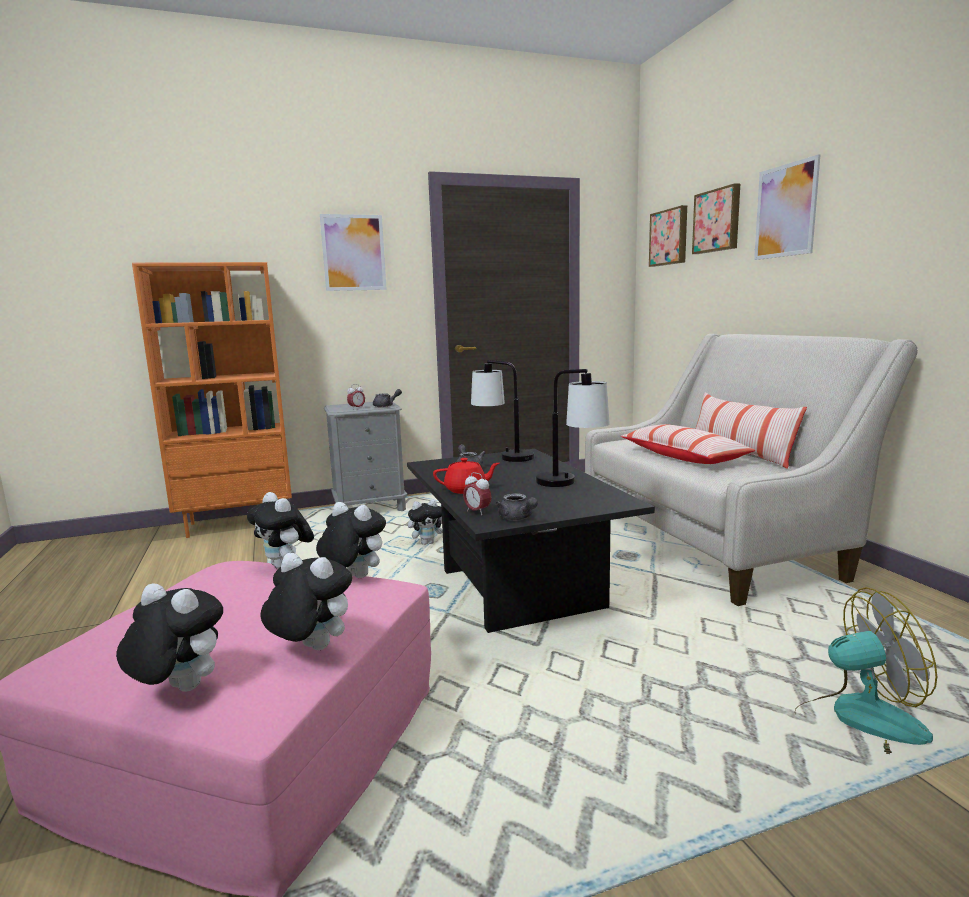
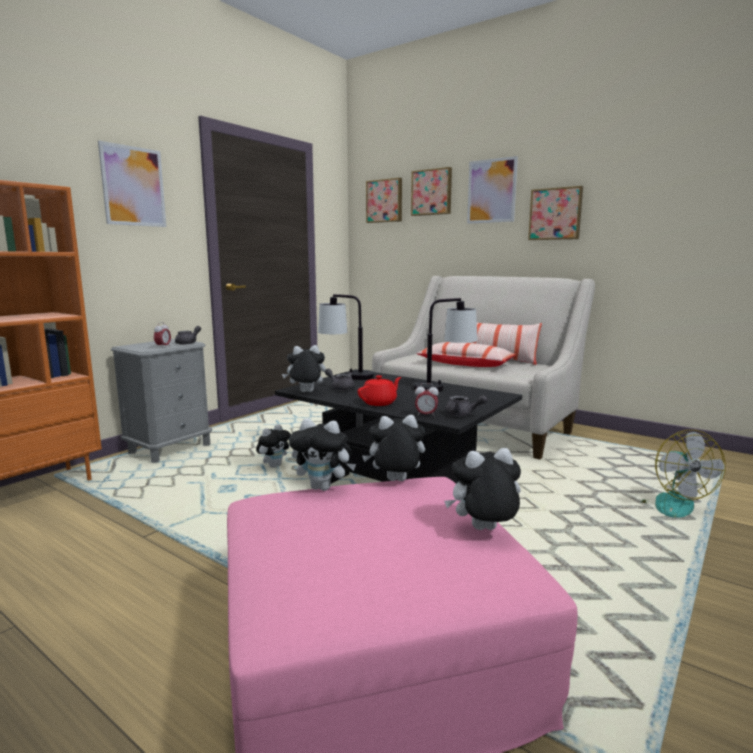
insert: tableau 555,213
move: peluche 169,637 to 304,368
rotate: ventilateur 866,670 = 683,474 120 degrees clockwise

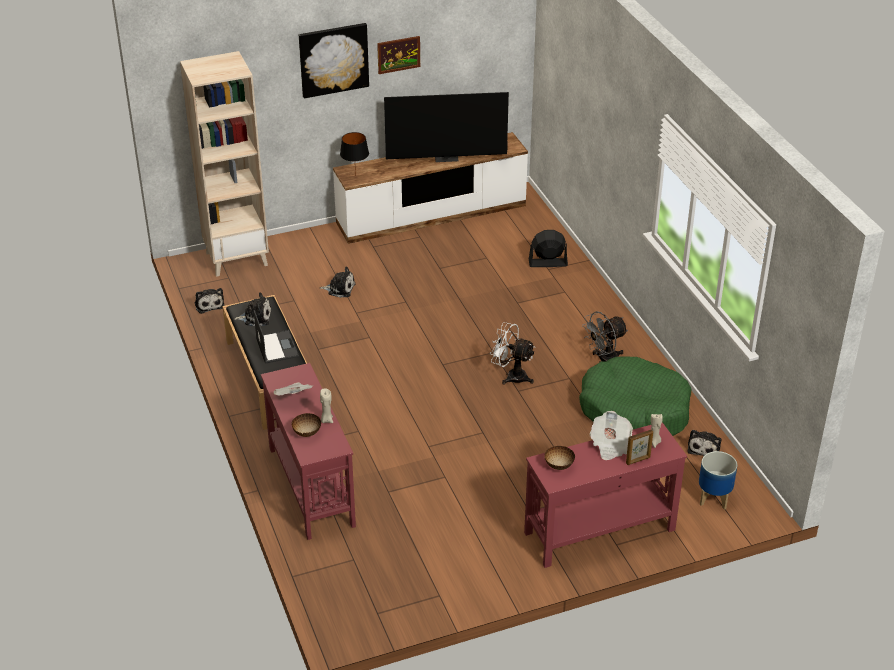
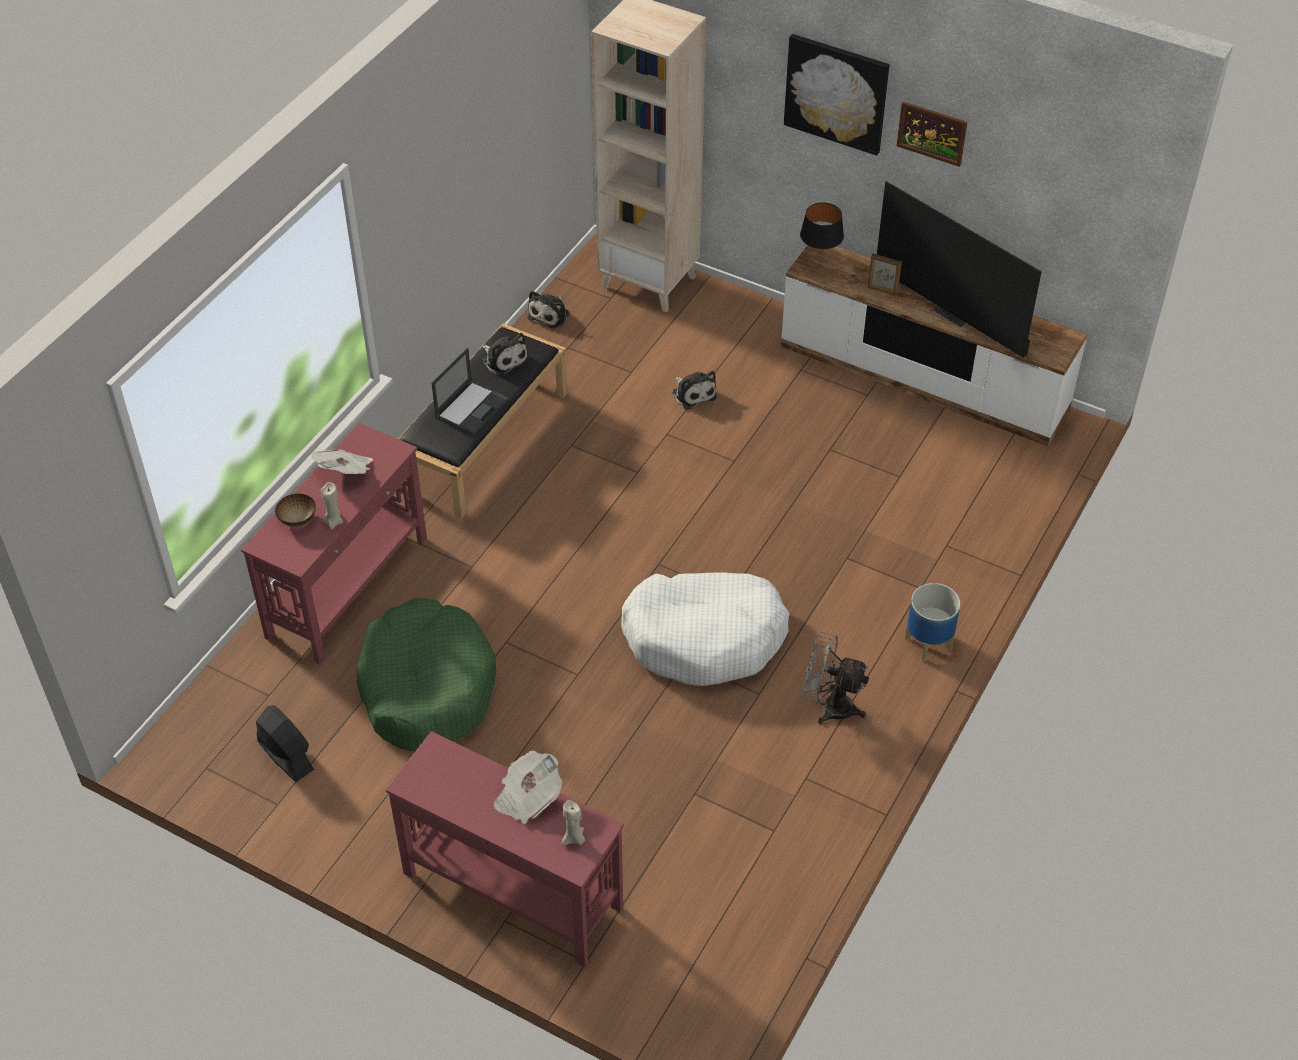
delete: bol 559,458; peluche 704,443
move: ventilateur/noir 548,248 to 285,743; panier pour chien/vert 635,396 to 426,674; cadre photo 639,447 to 885,274; cache-pot 718,480 to 933,622
replace: ventilateur/blanc 512,353 to panier pour chien/blanc 705,629

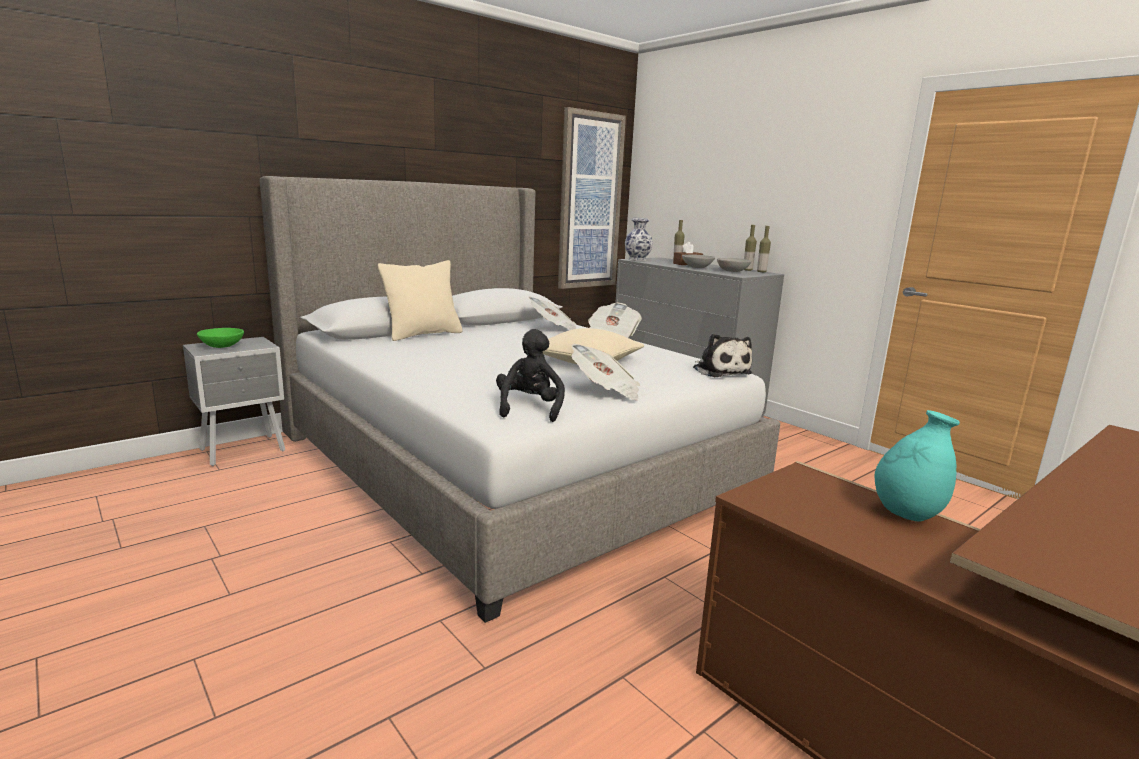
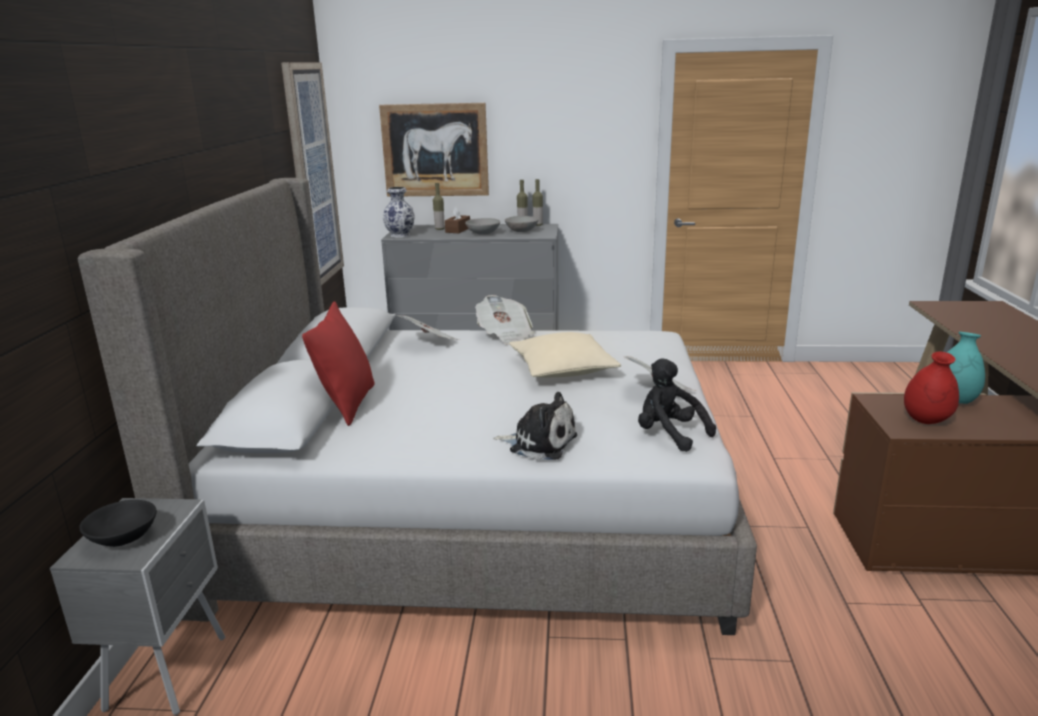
insert: tableau 434,150; vase/rouge 931,387
move: peluche 722,355 to 535,426
recolor: bol/vert 220,338 to bol/noir 118,523; coussin/beige 420,300 to coussin/rouge 338,363

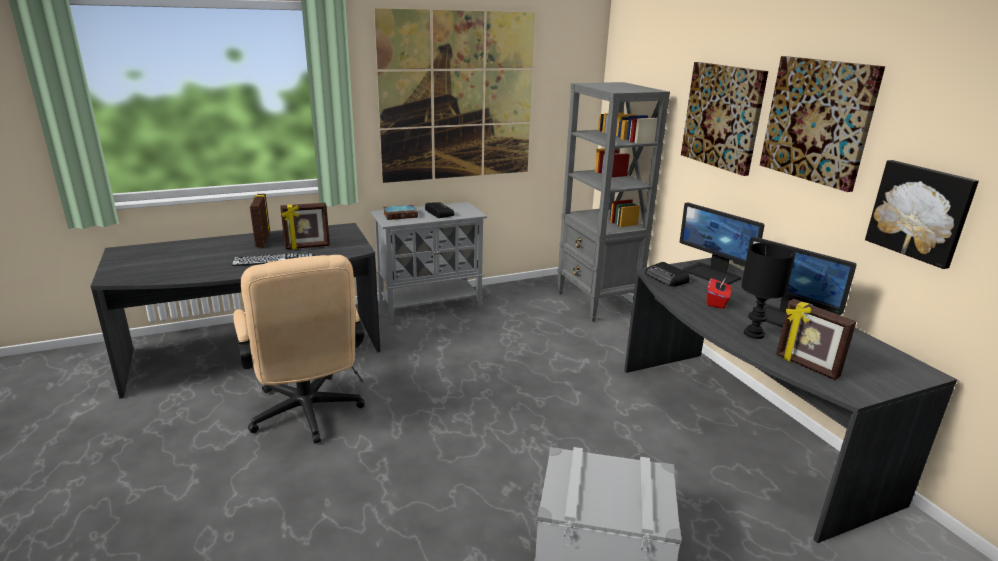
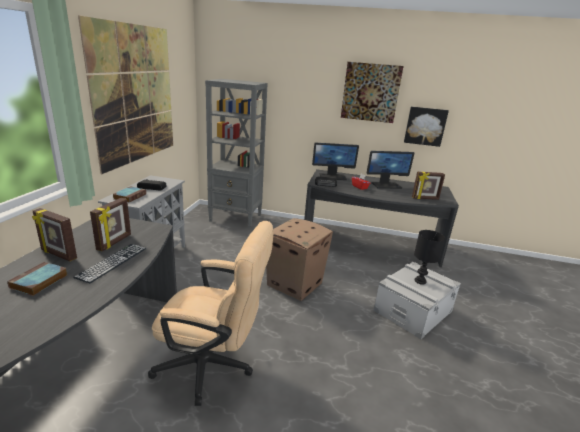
delete: tableau 724,119
insert: livre 37,279; carton 299,259
move: lampe de table/noir 768,291 to 429,257

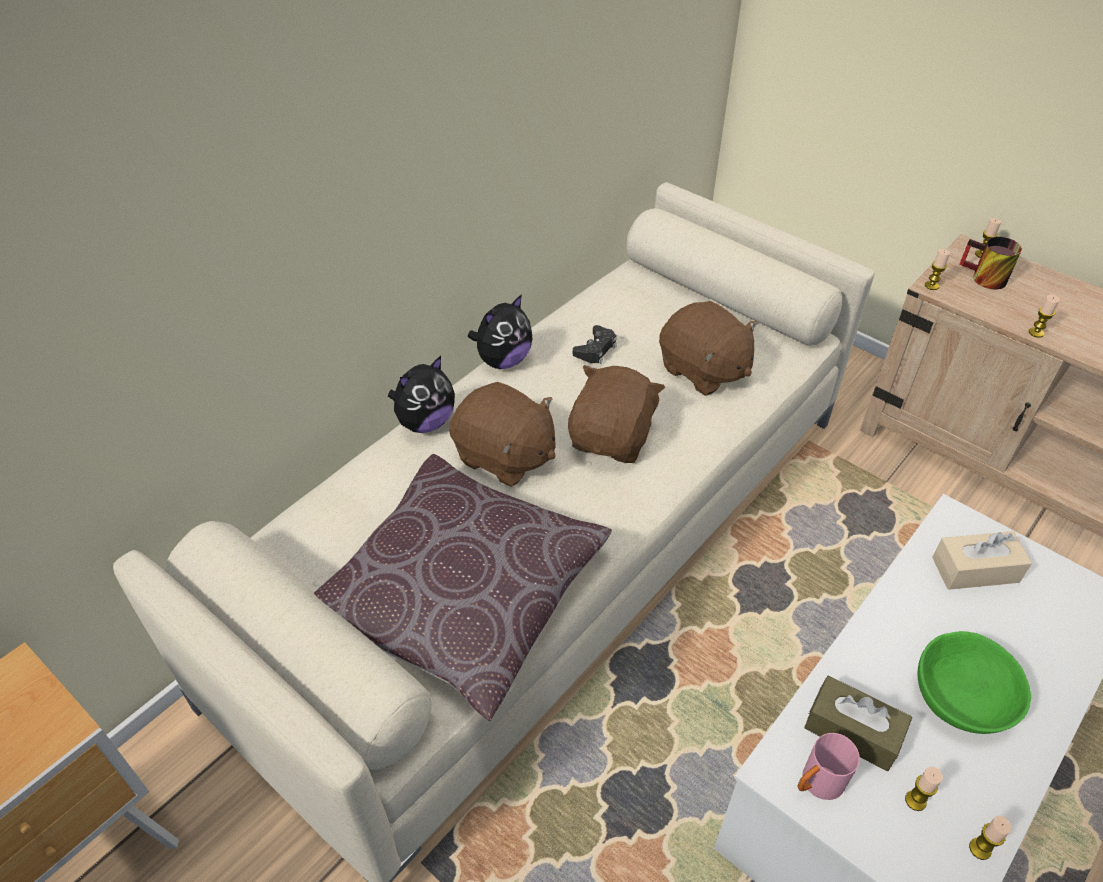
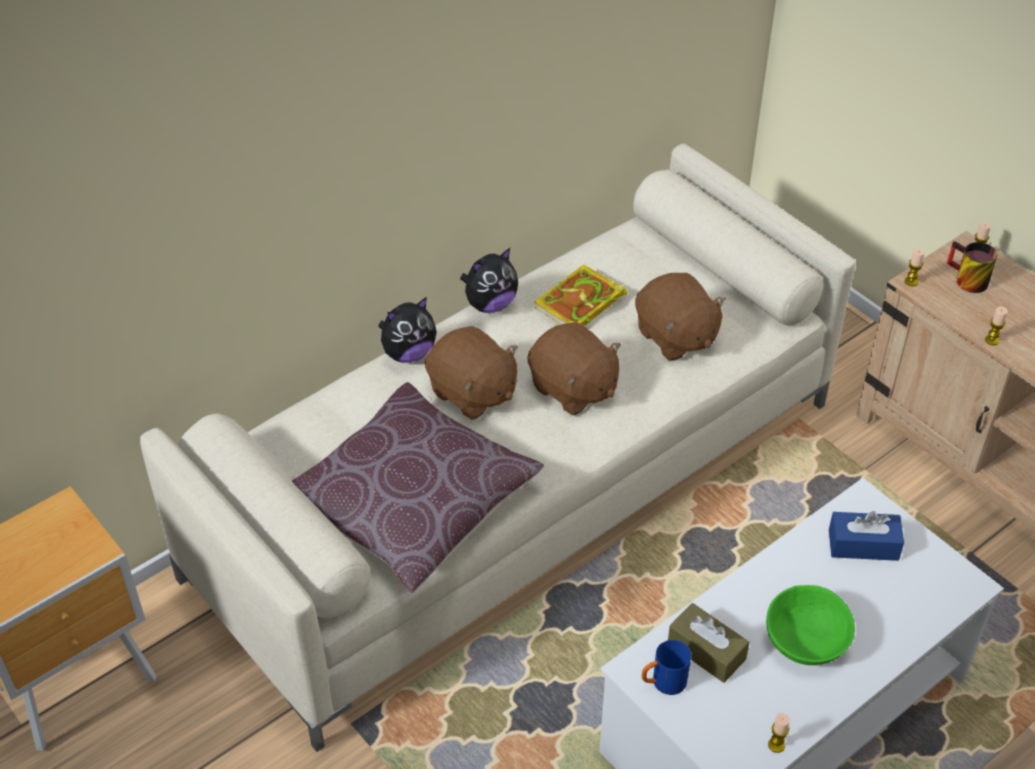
delete: bougie 924,789
replace: manette/noir 595,344 to livre 580,295
recolor: mug/rose 829,766 to mug/bleu 666,667; boîte à mouchoirs/beige 982,560 to boîte à mouchoirs/bleu 866,536
rotate: peluche/marron 616,414 = 574,369 105 degrees clockwise

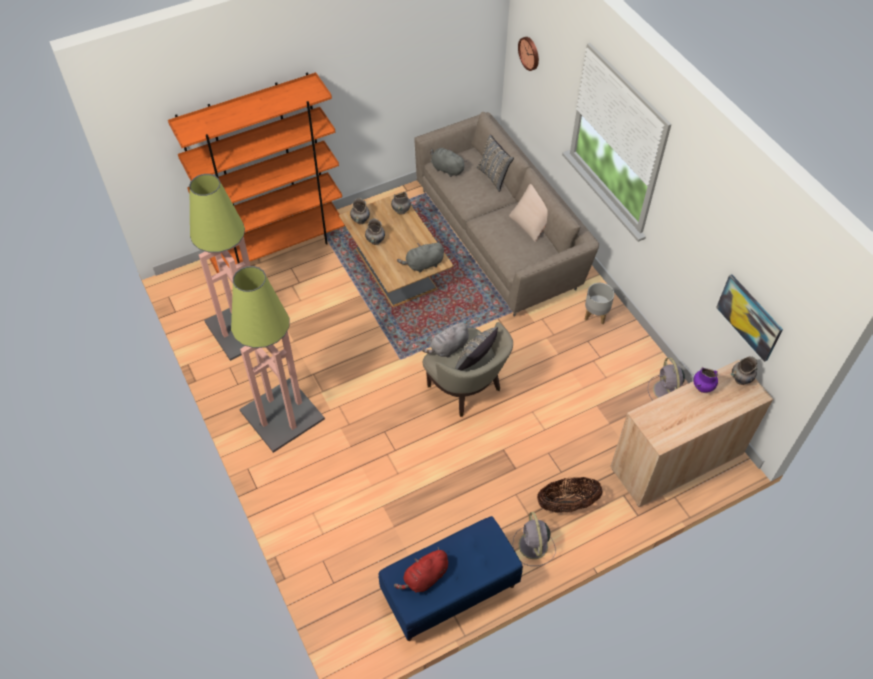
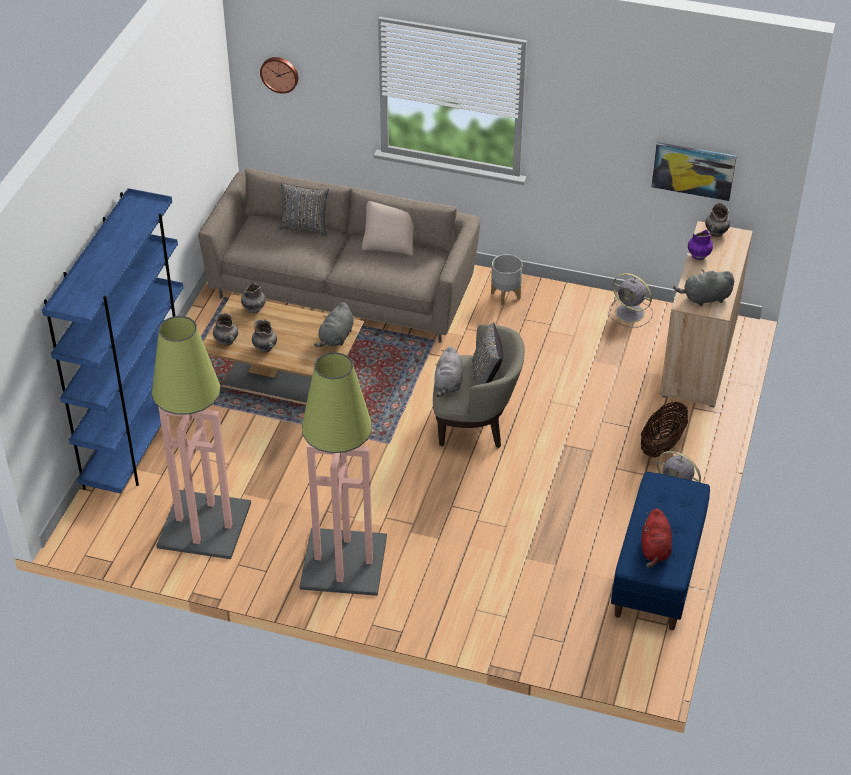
move: peluche/gris 448,162 to 703,287
recolor: bibliothèque/orange 256,172 to bibliothèque/bleu 113,341

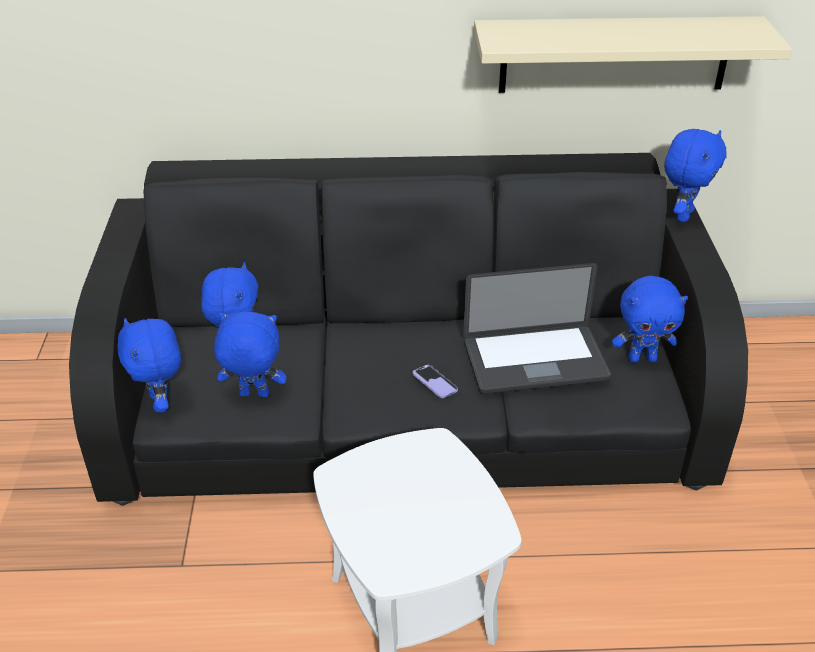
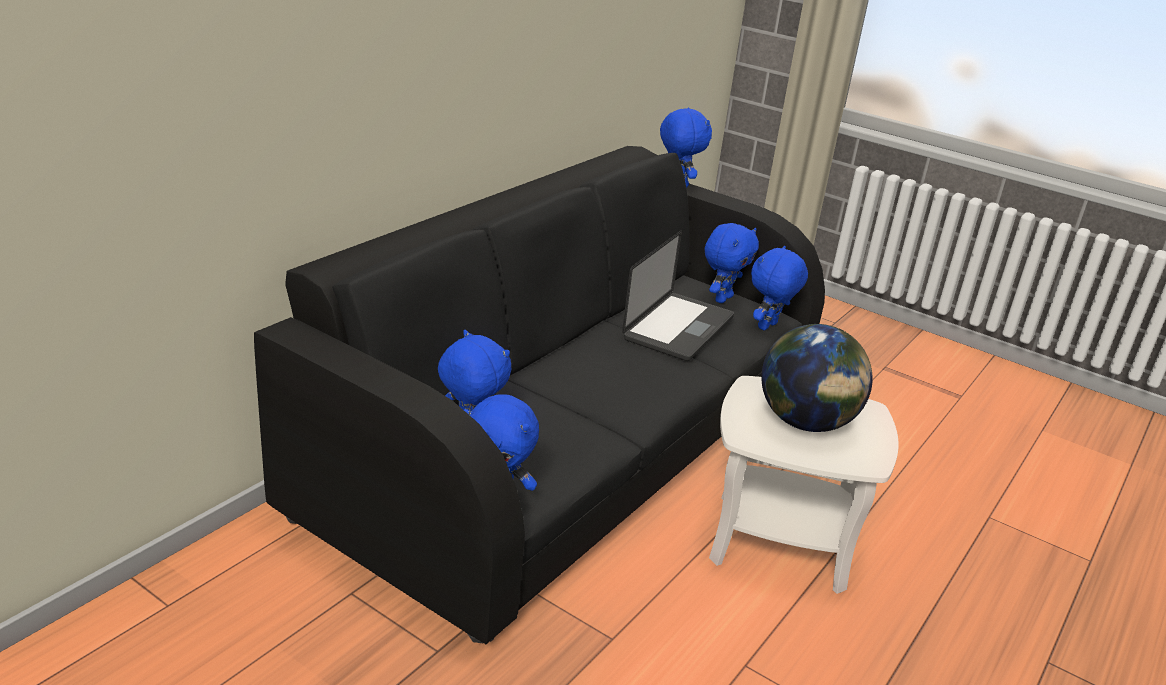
delete: téléphone 435,381; étagère/beige 633,54
insert: globe 817,378
move: peluche/bleu 250,354 to 779,288

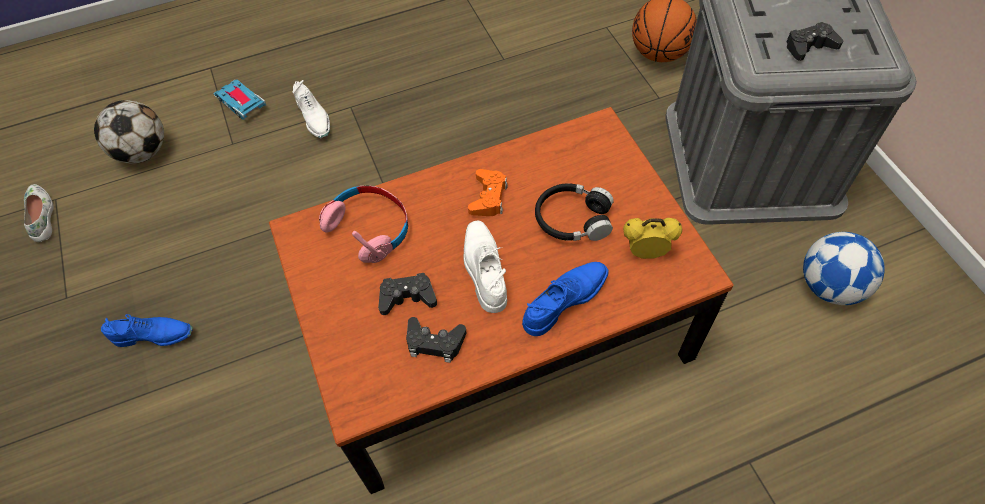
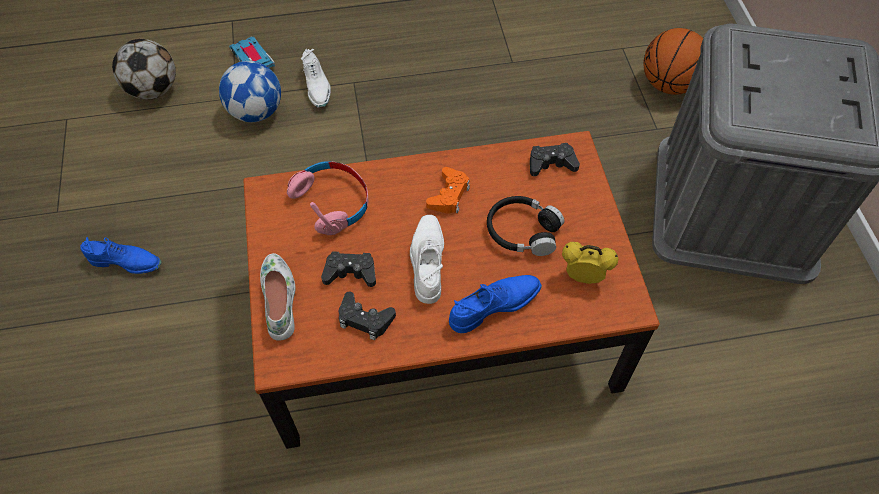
move: ballon de foot 844,268 to 250,91; chaussure/blanc 38,213 to 278,297; manette/noir 814,41 to 555,159

